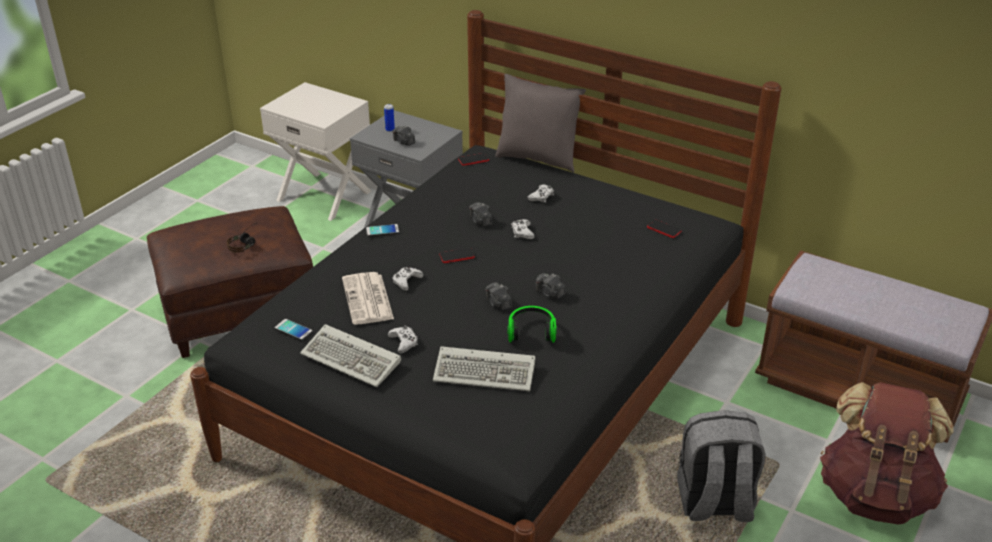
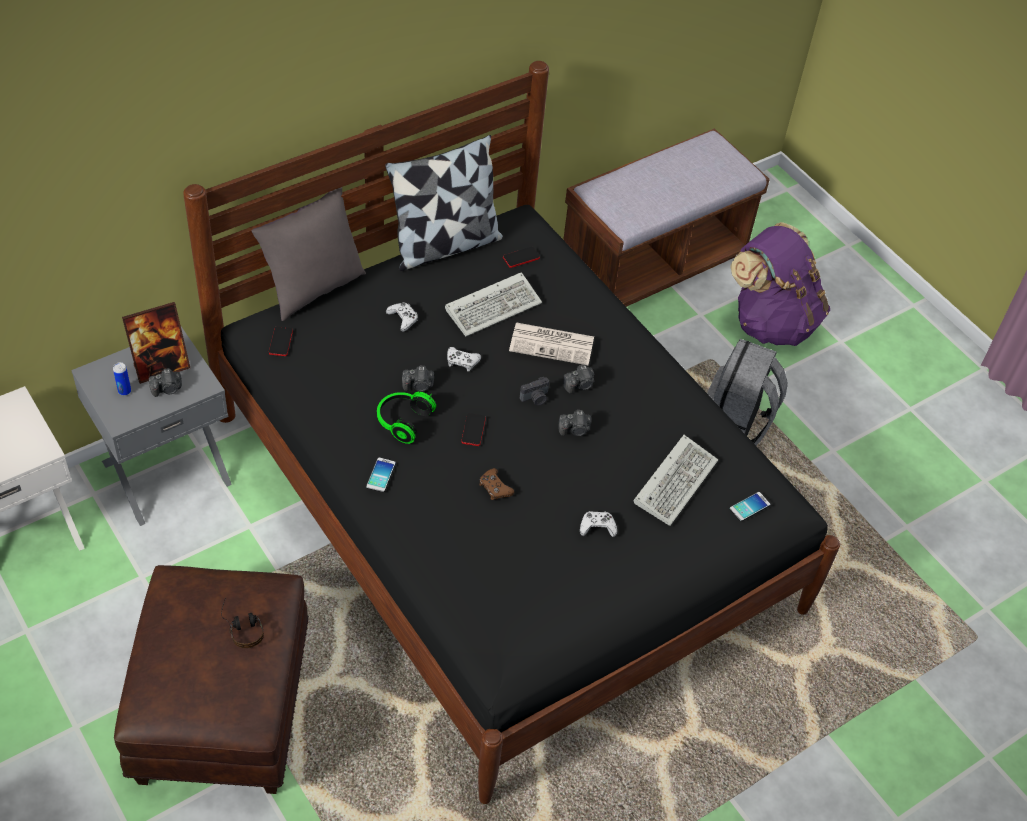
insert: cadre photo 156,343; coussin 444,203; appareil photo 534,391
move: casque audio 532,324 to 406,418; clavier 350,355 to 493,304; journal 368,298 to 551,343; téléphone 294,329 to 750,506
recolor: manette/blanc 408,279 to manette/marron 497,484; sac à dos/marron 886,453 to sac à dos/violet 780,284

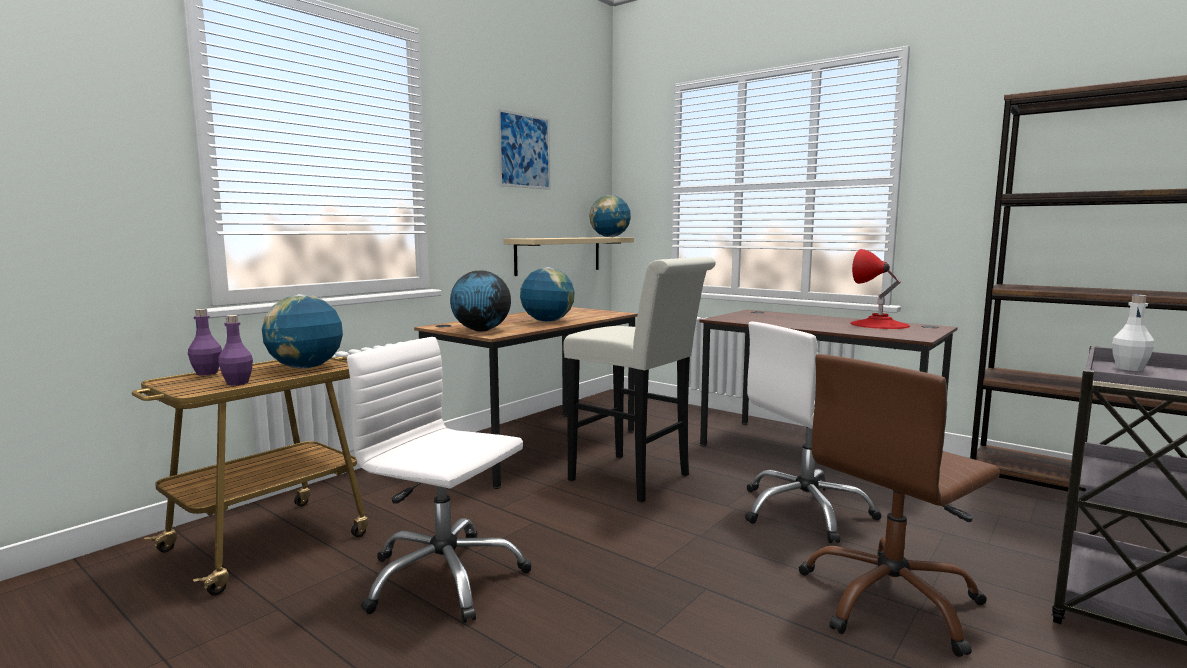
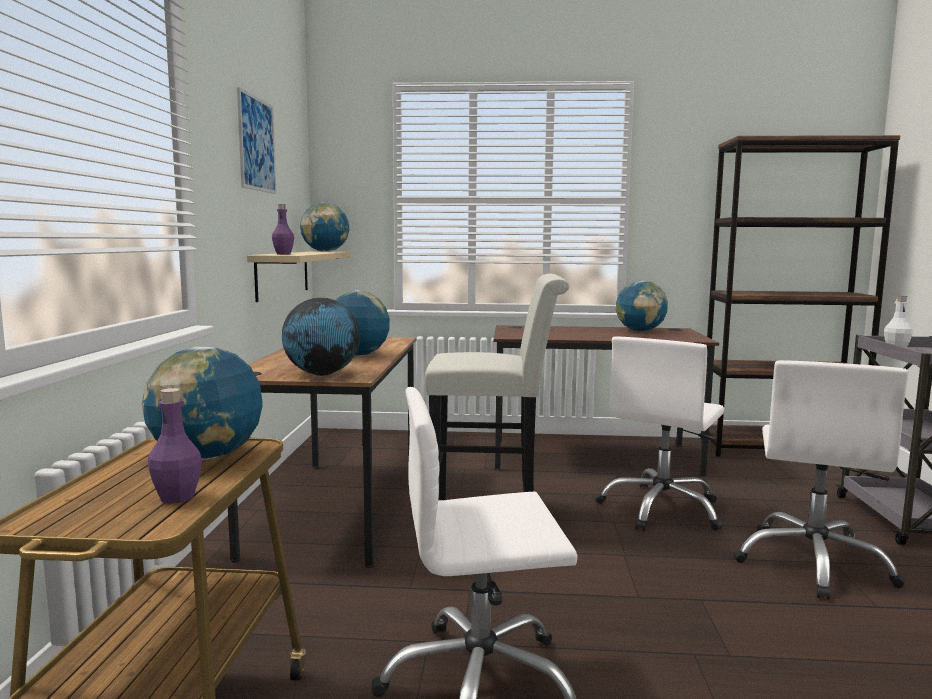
move: bouteille/violet 205,342 to 283,229
replace: lampe de table/rouge 880,289 to globe 642,306
recolor: chaise de bureau/marron 899,505 to chaise de bureau/blanc 821,480

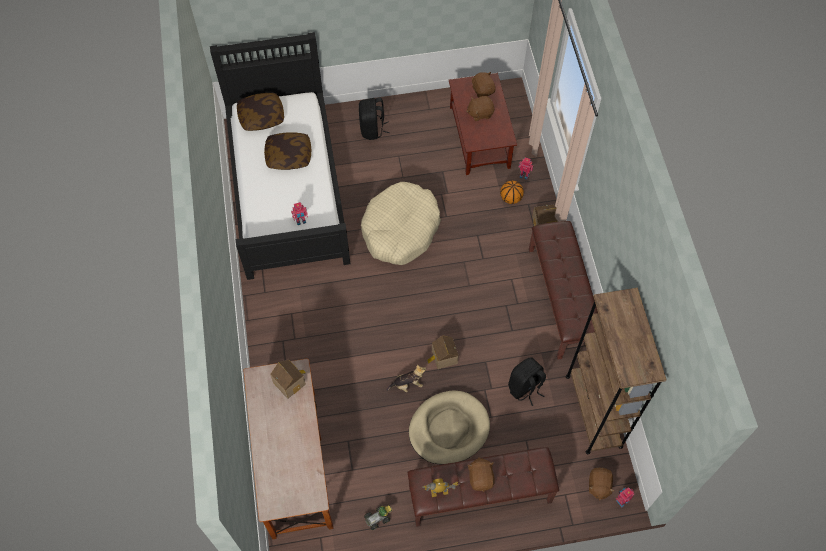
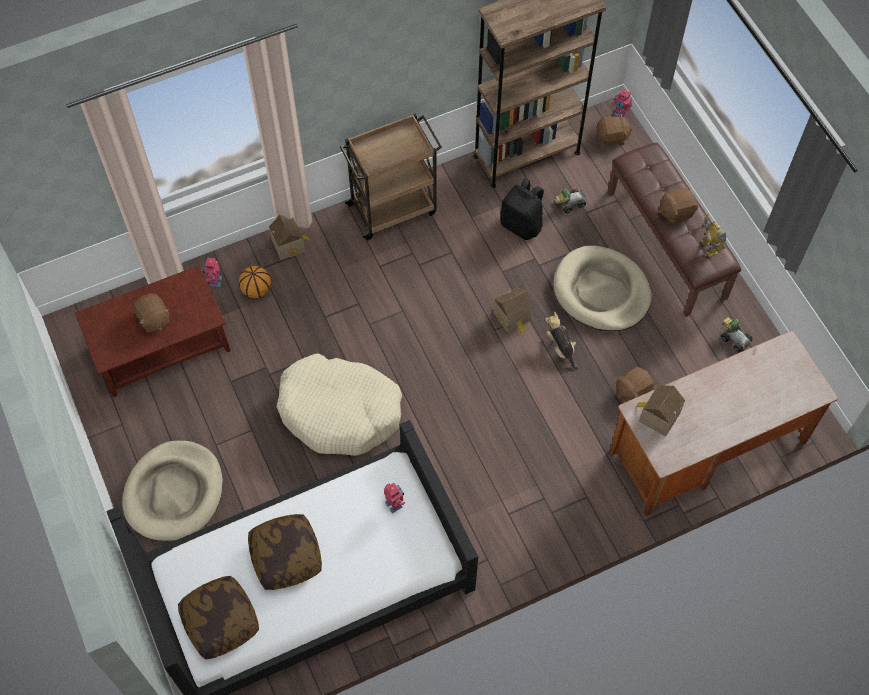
insert: petite voiture 570,201
move: peluche/marron 483,85 to 635,384
replace: sac à dos/noir 374,119 to panier pour chien/beige 172,490; banc/marron 563,290 to chariot/marron 391,176

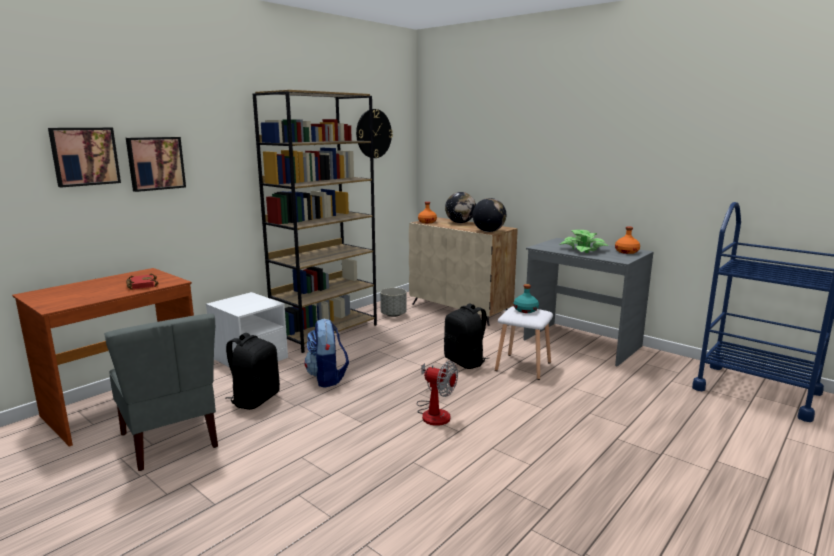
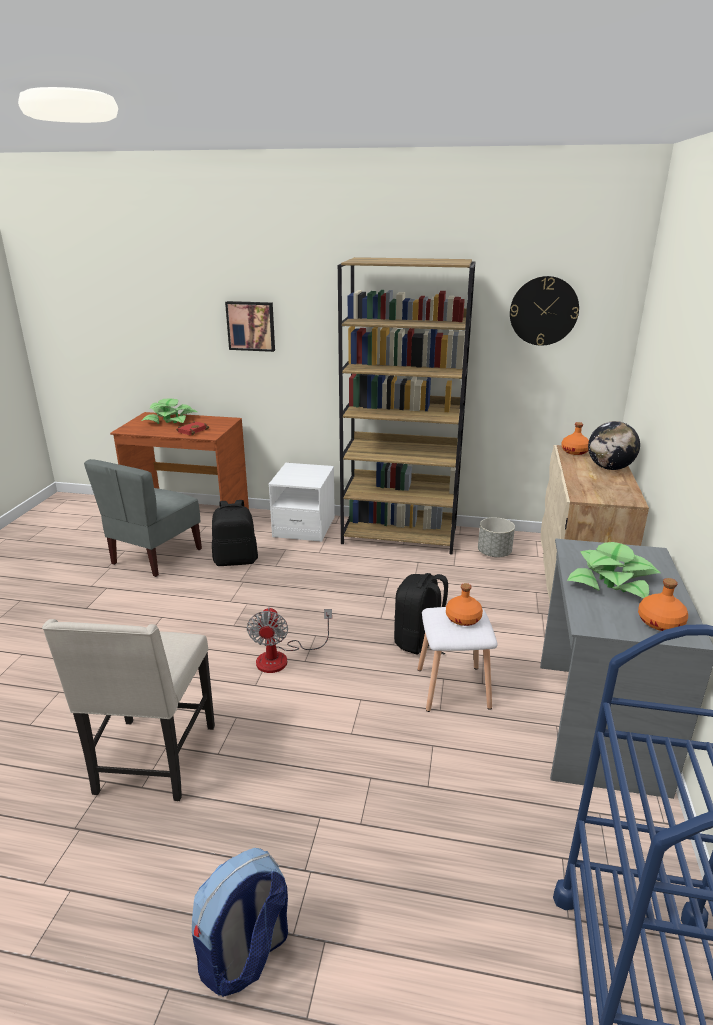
delete: tableau 84,157; globe 489,215
insert: chaise/beige 128,710; plante en pot 169,411
move: sac à dos 326,353 to 240,922
recolor: bouteille/turquoise 526,298 to bouteille/orange 464,604

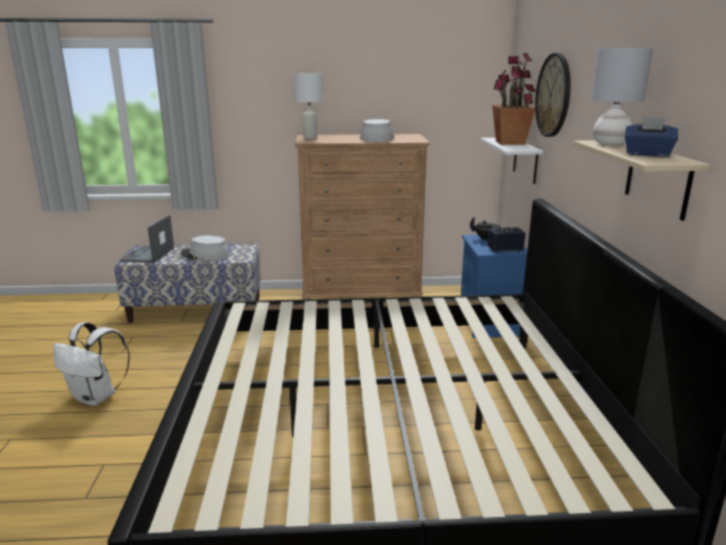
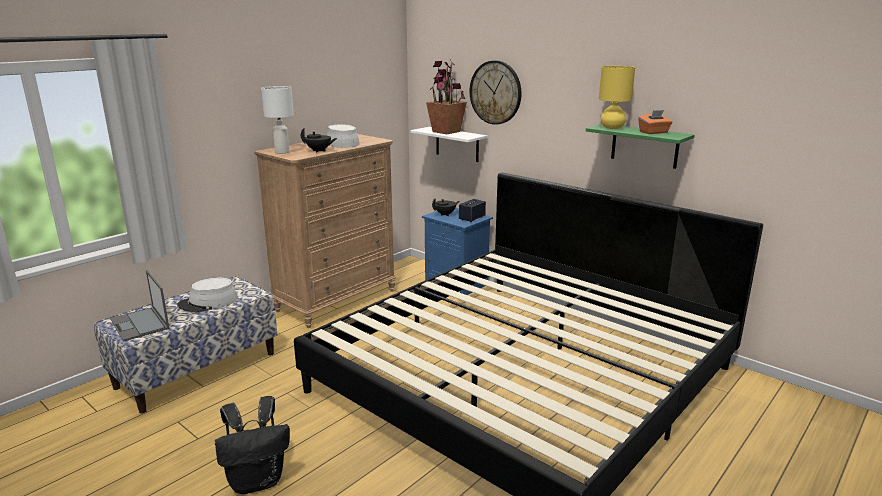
insert: théière/noir 319,140
recolor: sac à dos/blanc 91,364 to sac à dos/noir 252,445; étagère/beige 642,180 to étagère/vert 640,146; lampe de table/gris 622,97 to lampe de table/jaune 617,97; boîte à mouchoirs/bleu 651,137 to boîte à mouchoirs/orange 655,122

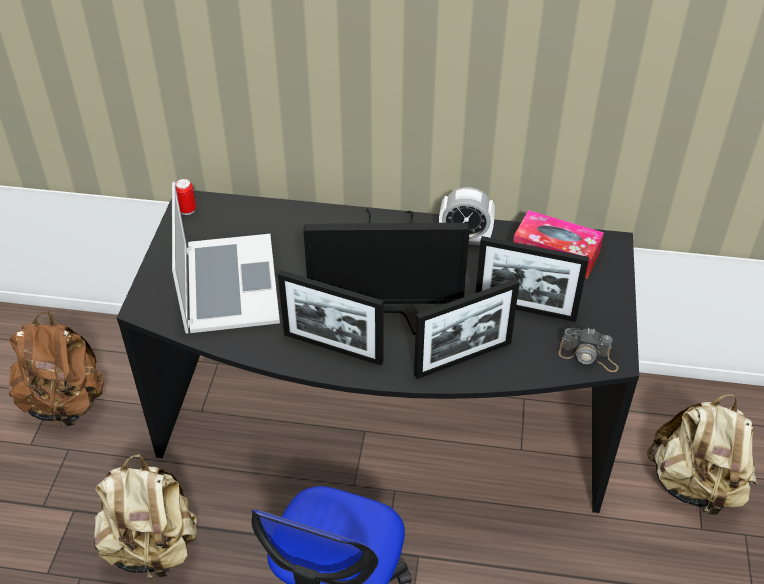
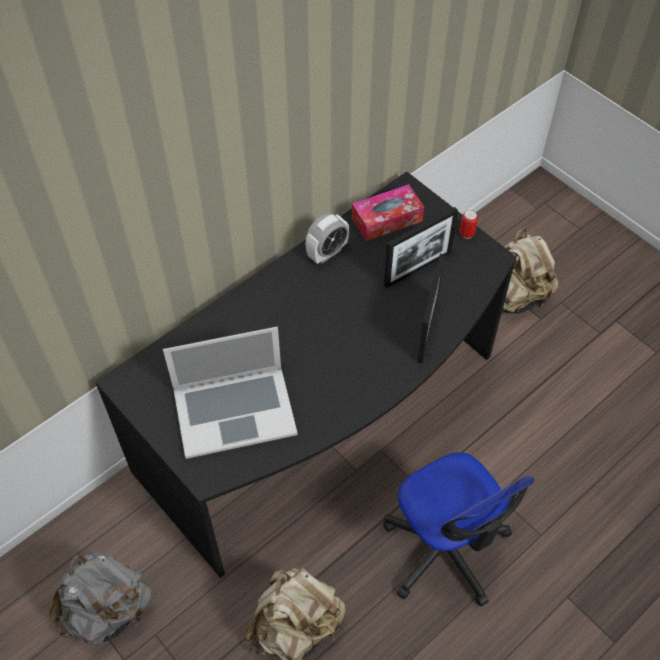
delete: cadre photo 331,318; écran d'ordinateur 386,272; appareil photo 589,350
move: boîte métallique 185,197 to 469,224
recolor: sac à dos/marron 56,368 to sac à dos/gris 100,599
rotate: ordinateur portable 226,257 = 230,393 135 degrees clockwise

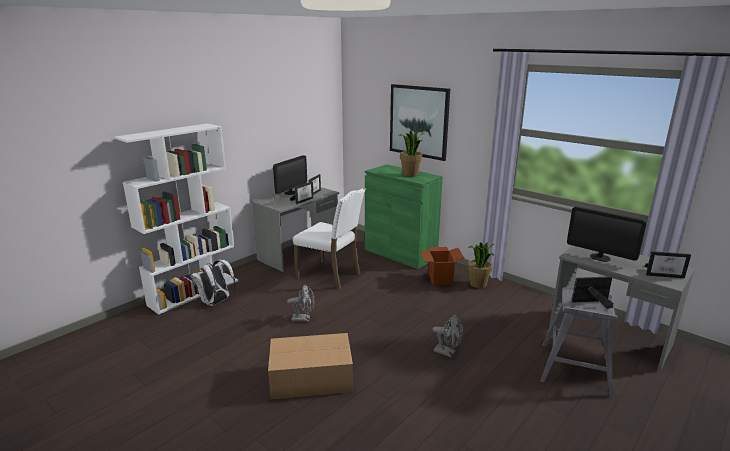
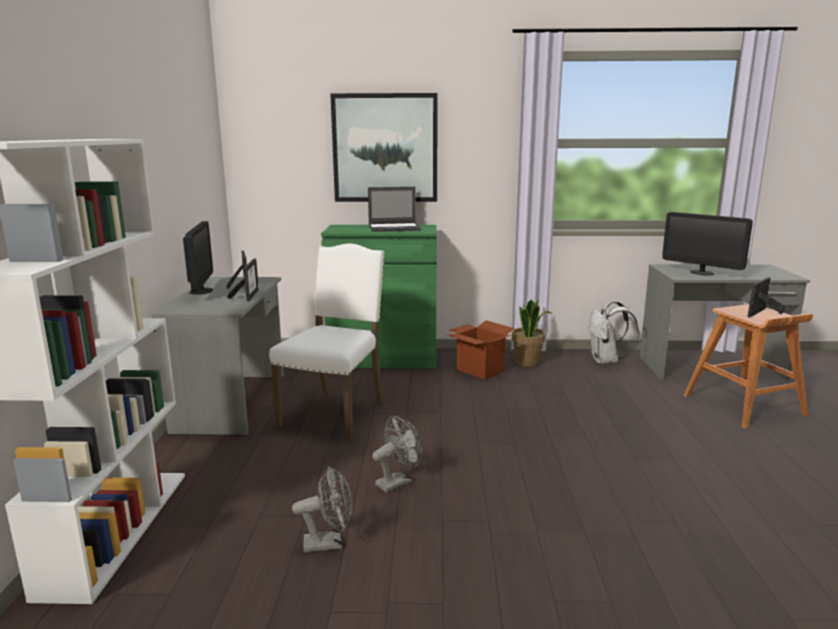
delete: carton 310,366; cadre photo 668,264
move: ventilateur/gris 447,336 to 322,509; sac à dos/blanc 213,283 to 614,332
replace: plante en pot 411,154 to ordinateur portable 394,209
recolor: tabouret/gris 579,342 to tabouret/marron 748,366
rotate: chaise/blanc 329,239 = 326,342 60 degrees counterclockwise; écran d'ordinateur 607,234 = 707,243 45 degrees clockwise

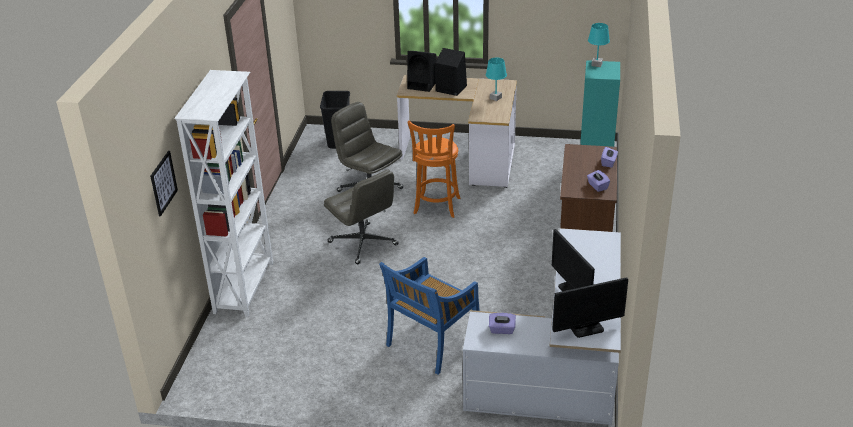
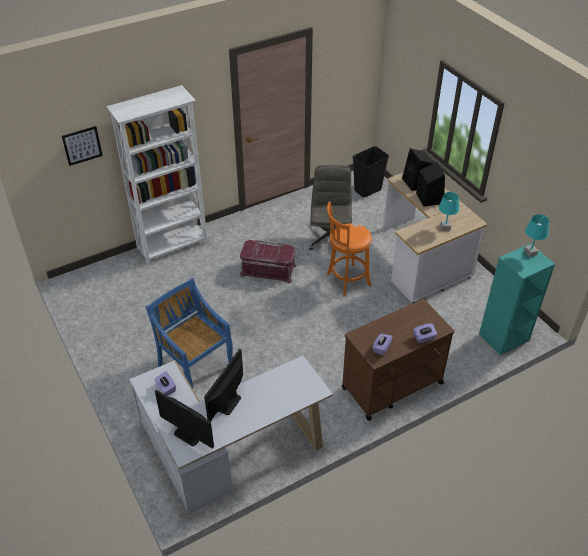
replace: chaise de bureau/gris 361,217 to boîte de rangement/rouge 268,261
rotate: chaise/bleu 429,315 = 189,333 45 degrees clockwise

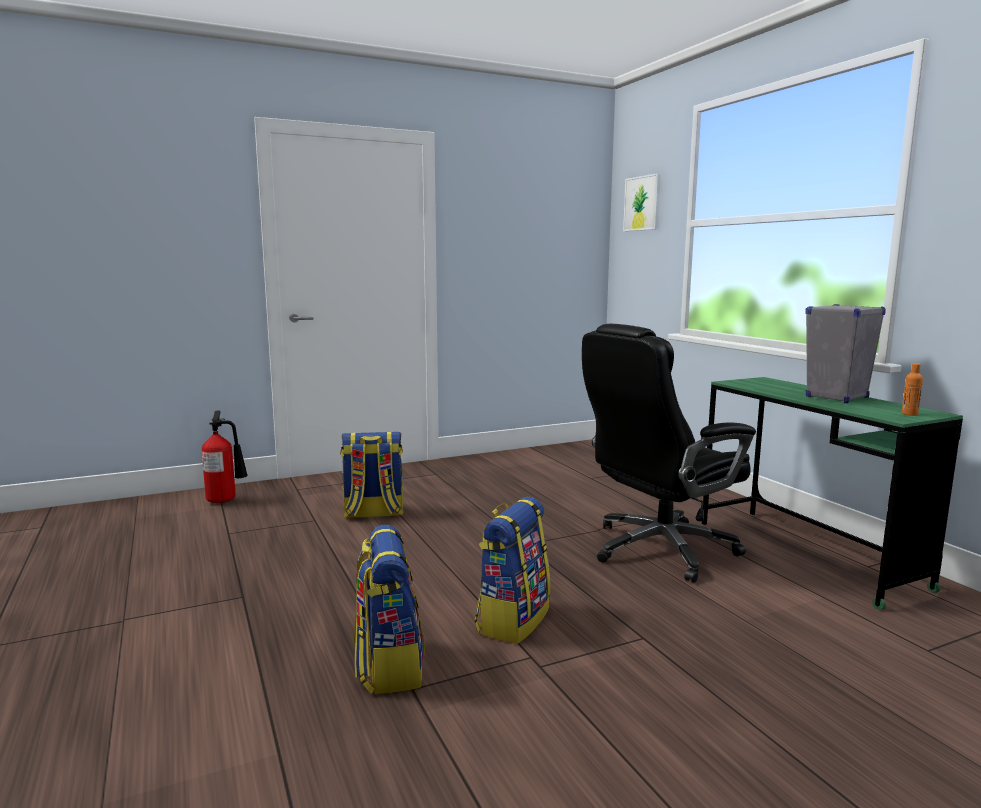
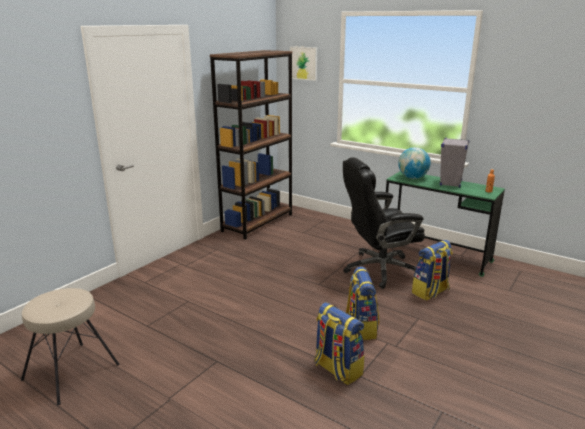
delete: extincteur 225,456
insert: tabouret/beige 70,346; bibliothèque/marron 251,145; globe 414,163
move: sac à dos 372,475 to 432,270
rotate: chaise de bureau/noir 669,453 = 384,223 45 degrees clockwise

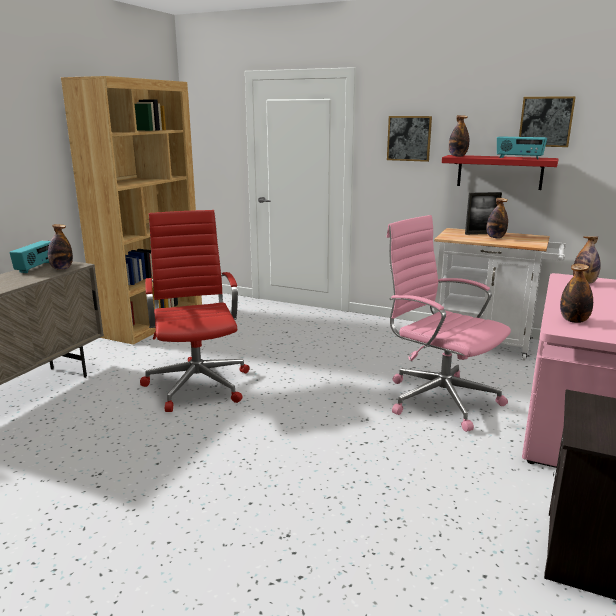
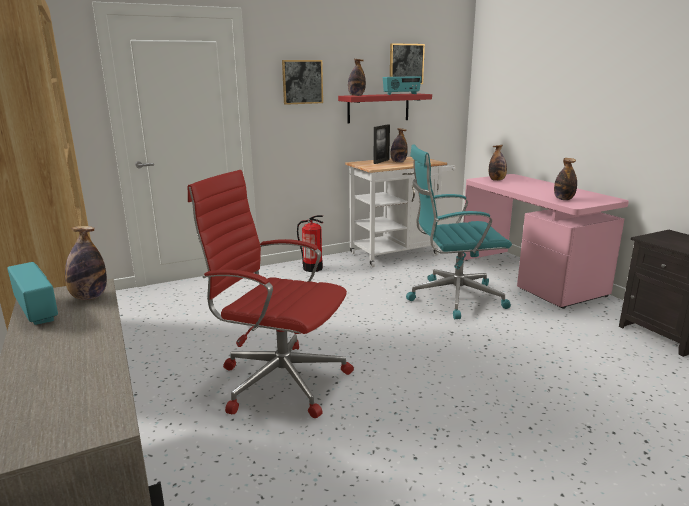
insert: extincteur 310,243
recolor: chaise de bureau/rose 448,323 to chaise de bureau/turquoise 459,231

